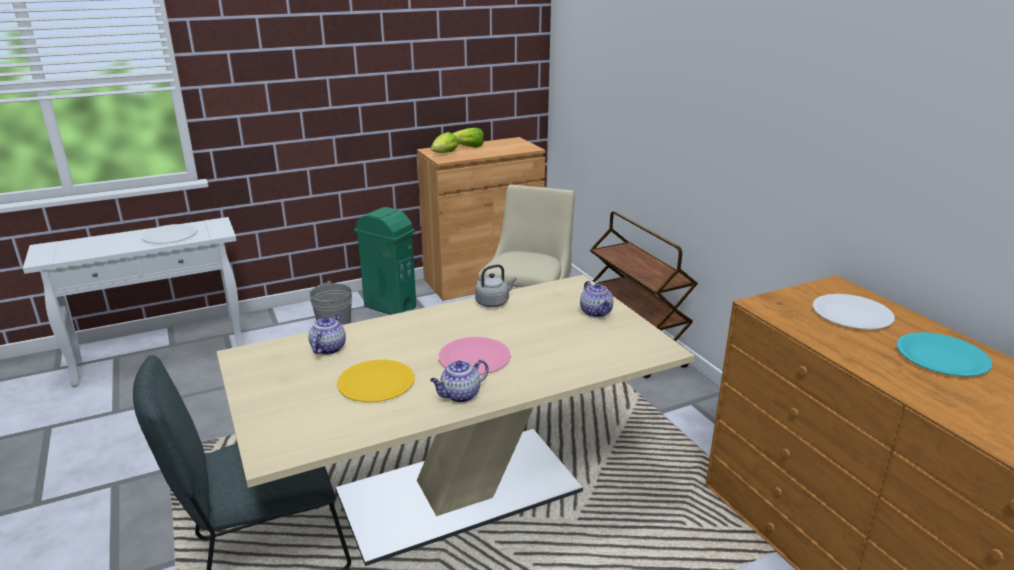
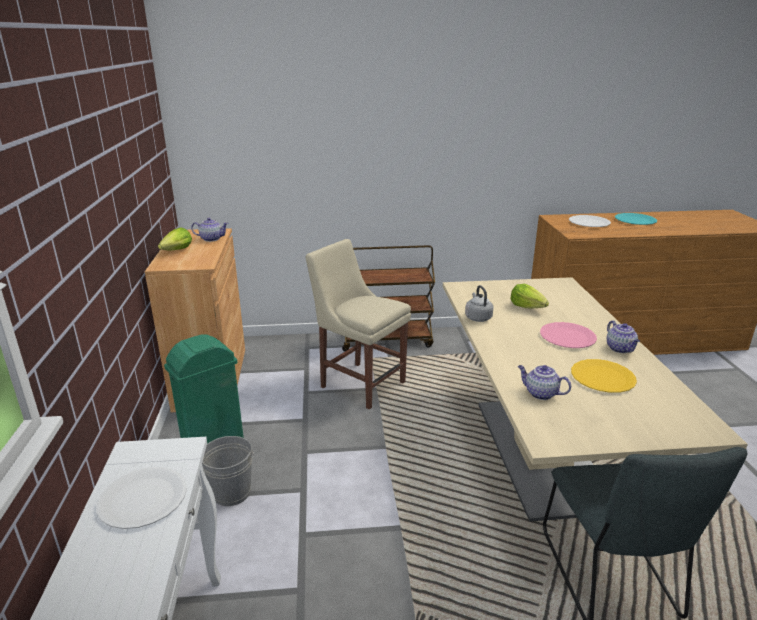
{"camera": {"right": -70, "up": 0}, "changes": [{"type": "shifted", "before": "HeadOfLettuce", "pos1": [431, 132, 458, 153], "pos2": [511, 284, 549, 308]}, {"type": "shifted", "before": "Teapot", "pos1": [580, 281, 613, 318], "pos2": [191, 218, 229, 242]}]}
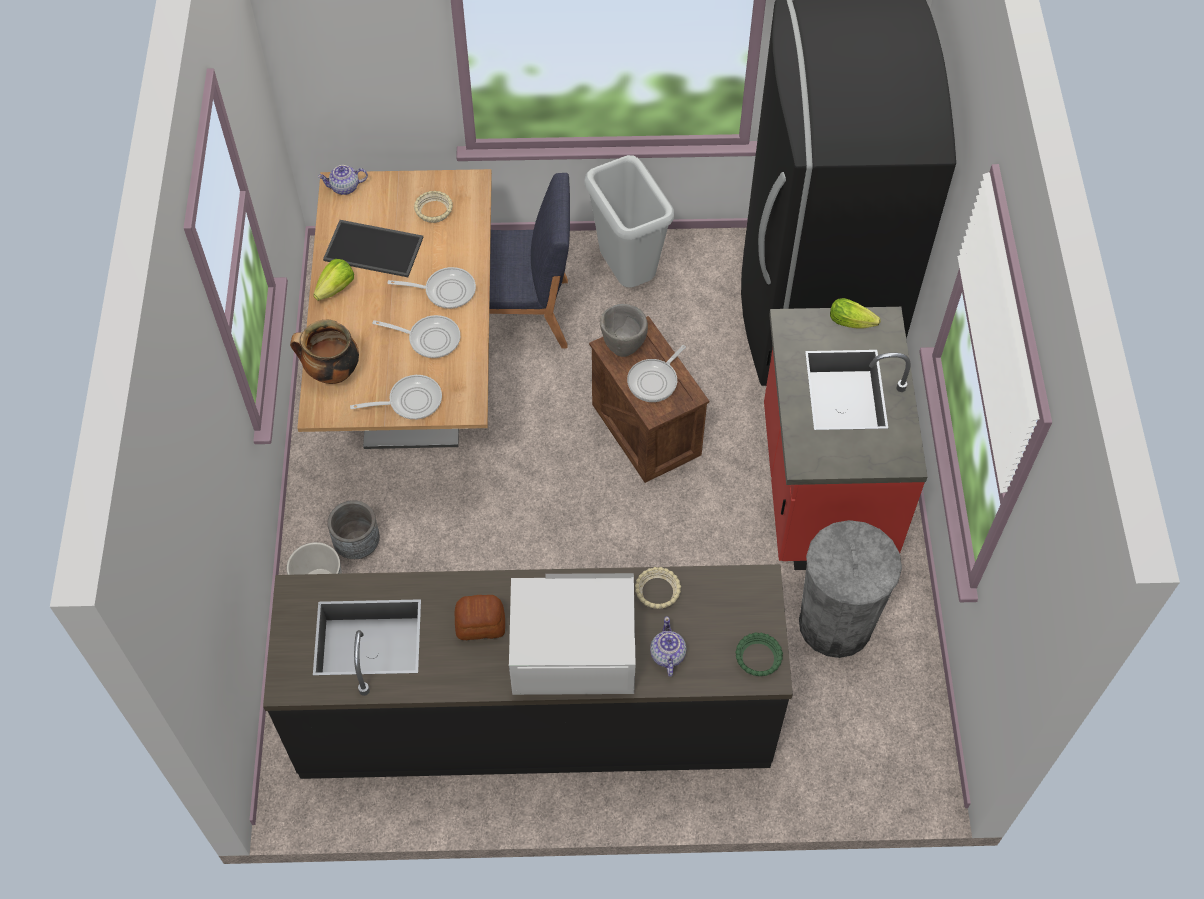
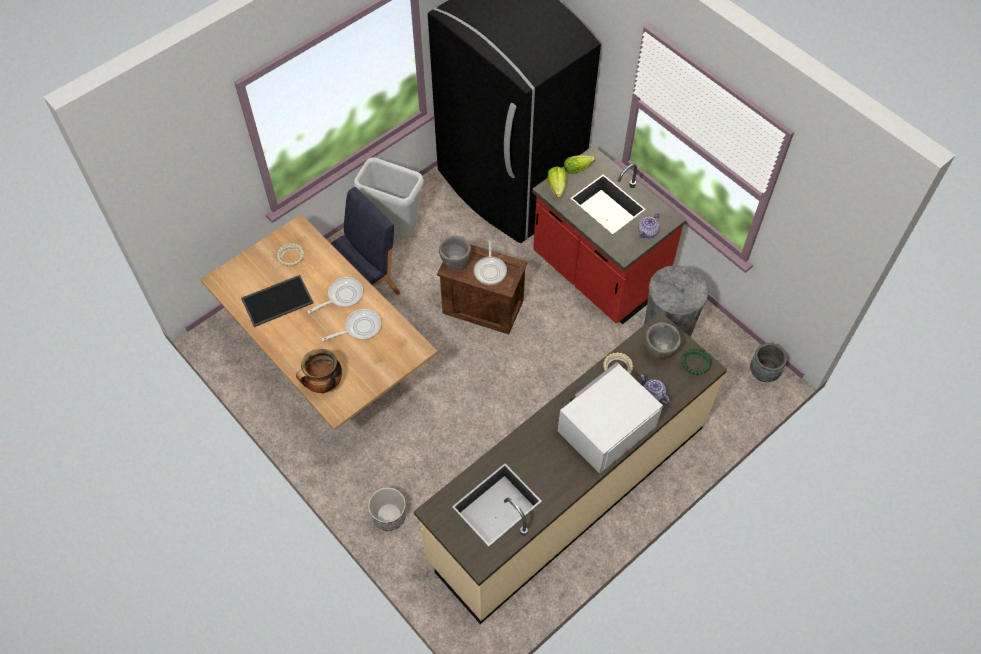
{"camera": {"right": -40, "up": 0}, "changes": [{"type": "shifted", "before": "Teapot", "pos1": [318, 165, 368, 195], "pos2": [638, 213, 660, 238]}, {"type": "shifted", "before": "HeadOfLettuce", "pos1": [313, 259, 354, 301], "pos2": [547, 167, 567, 198]}, {"type": "gone", "before": "Skillet", "pos1": [350, 375, 442, 420]}, {"type": "shifted", "before": "GreyPlantPot", "pos1": [327, 500, 380, 559], "pos2": [750, 343, 787, 382]}, {"type": "repainted", "before": "BlackishKitchenCounter", "after": "BeigeKitchenCounter", "pos1": [263, 564, 793, 779], "pos2": [414, 312, 727, 624]}, {"type": "gone", "before": "BakeryBread", "pos1": [455, 595, 505, 640]}, {"type": "new", "after": "GreyBowl", "pos2": [645, 322, 681, 359]}]}
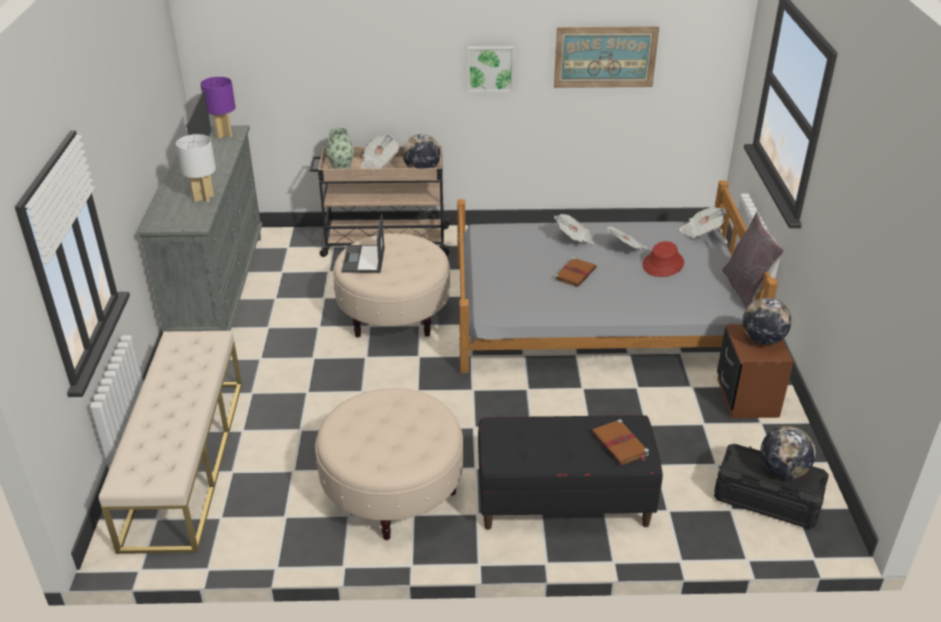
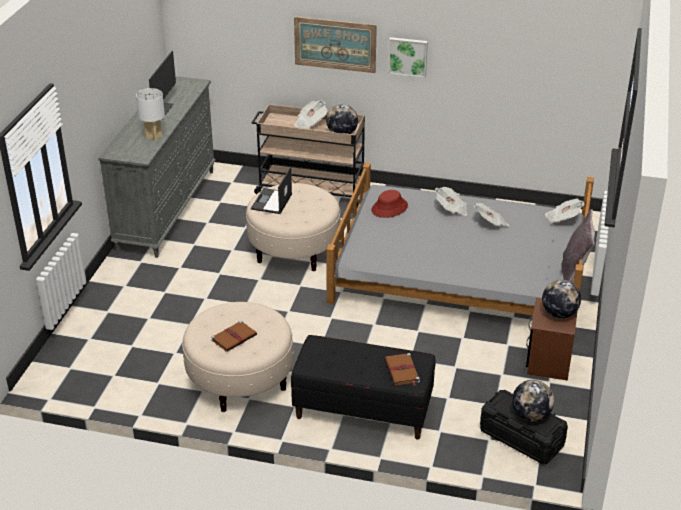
{"camera": {"right": 15, "up": 0}, "changes": [{"type": "shifted", "before": "WallArt", "pos1": [554, 26, 659, 88], "pos2": [294, 17, 377, 73]}, {"type": "gone", "before": "PurpleTabletopLamp", "pos1": [200, 77, 235, 139]}, {"type": "gone", "before": "Vase", "pos1": [326, 128, 354, 169]}, {"type": "shifted", "before": "RedColouredWearableHat", "pos1": [642, 241, 684, 277], "pos2": [371, 190, 408, 218]}, {"type": "shifted", "before": "BrownColouredBoundBook", "pos1": [554, 257, 597, 287], "pos2": [211, 320, 257, 352]}, {"type": "gone", "before": "BeigeLongSeat", "pos1": [99, 331, 242, 554]}]}
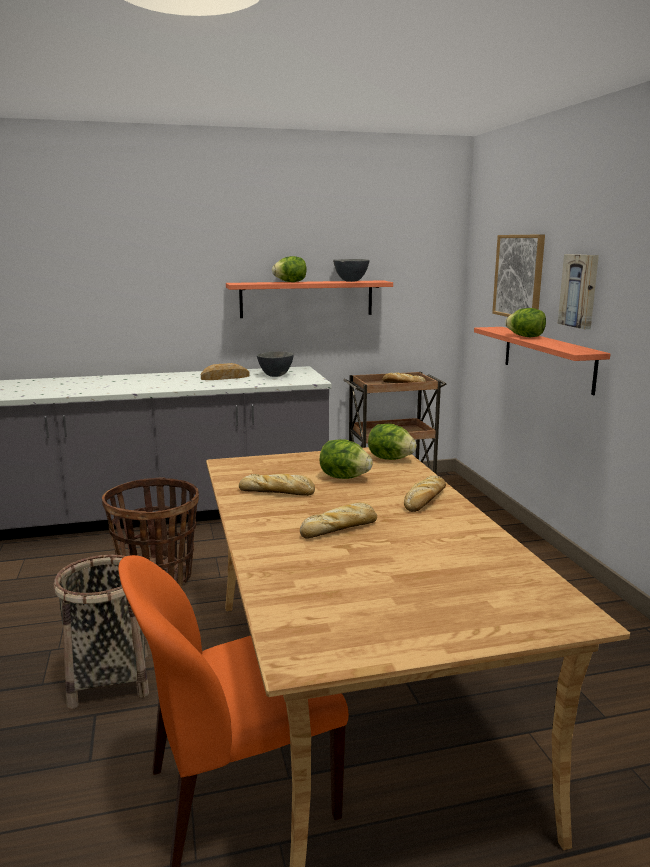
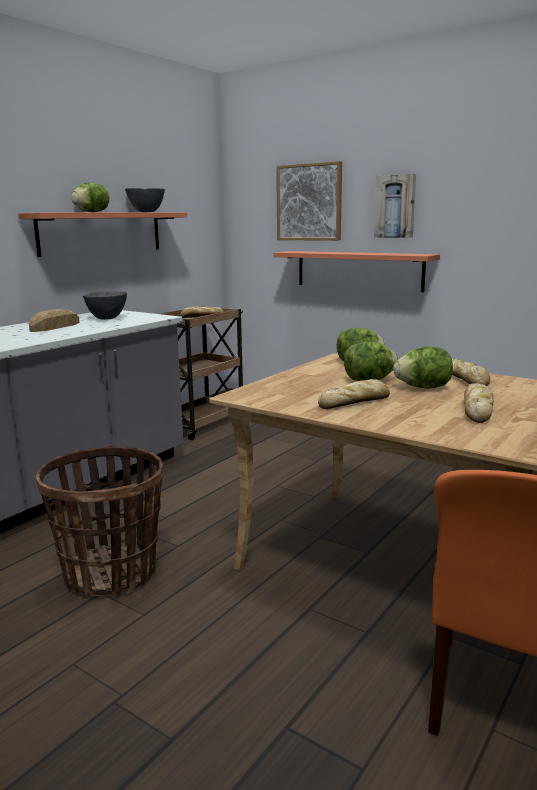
{"camera": {"right": -40, "up": 0}, "changes": [{"type": "shifted", "before": "HeadOfLettuce", "pos1": [505, 308, 546, 337], "pos2": [393, 347, 453, 389]}, {"type": "gone", "before": "Basket", "pos1": [54, 555, 149, 709]}]}
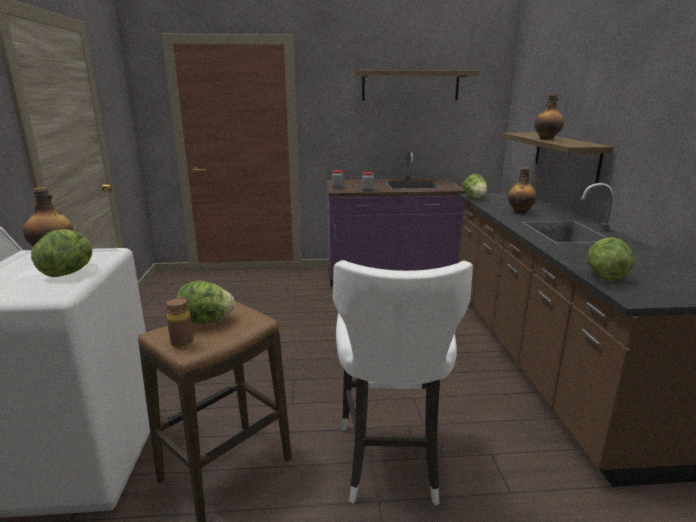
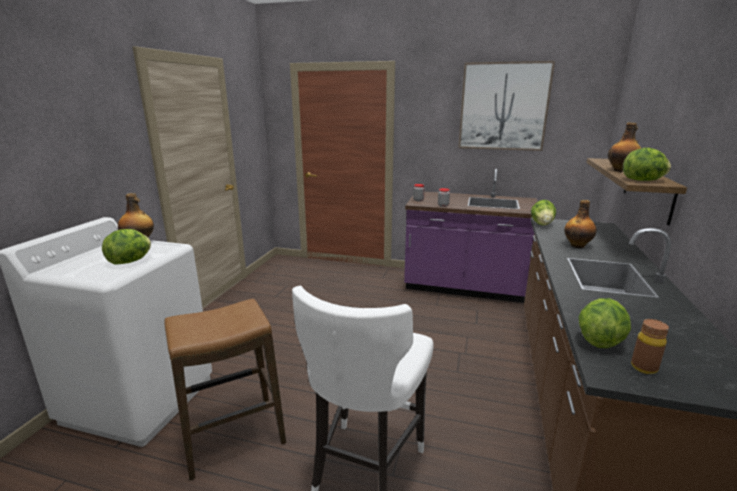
{"camera": {"right": 20, "up": 0}, "changes": [{"type": "swapped", "before": "BracketShelf", "after": "WallArt", "pos1": [352, 70, 480, 100], "pos2": [458, 61, 555, 151]}, {"type": "shifted", "before": "HeadOfLettuce", "pos1": [177, 280, 235, 324], "pos2": [623, 148, 671, 181]}, {"type": "shifted", "before": "BrownColouredBeverageBottle", "pos1": [166, 297, 194, 349], "pos2": [631, 319, 669, 374]}]}
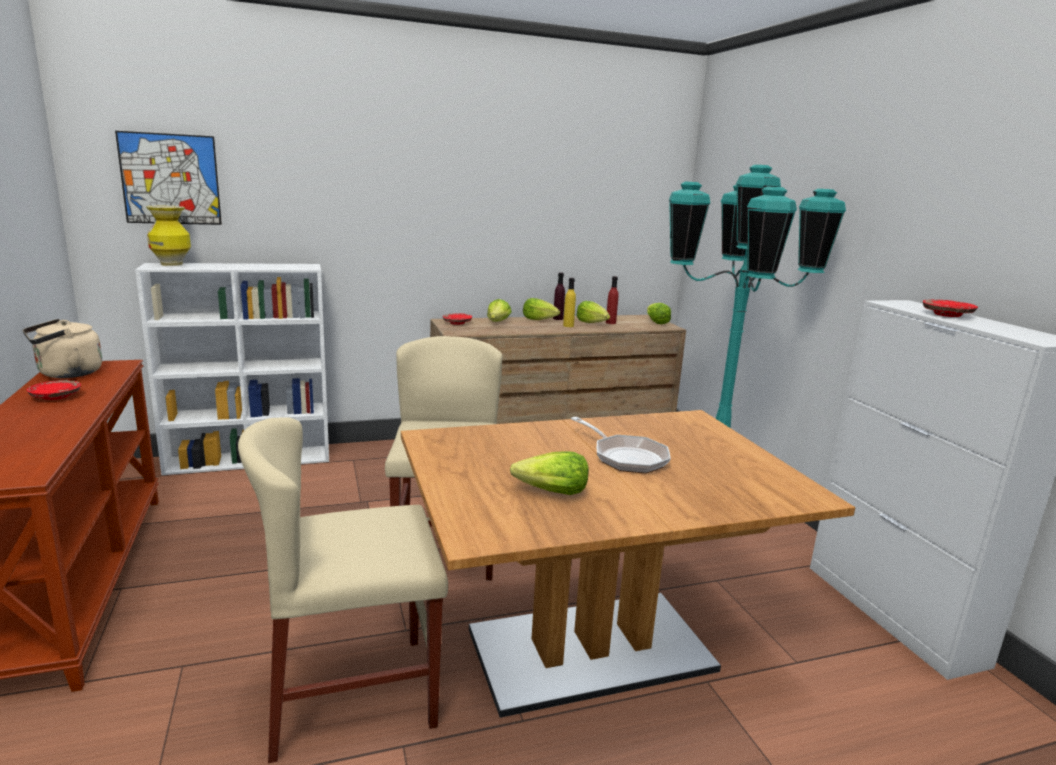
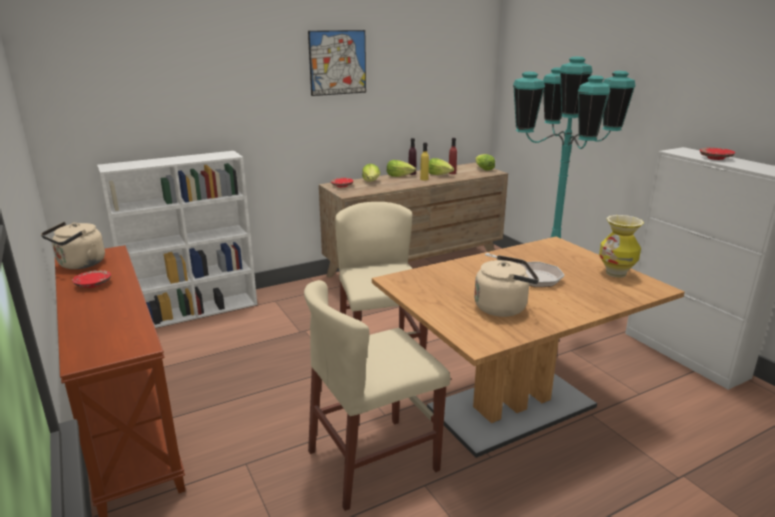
{"camera": {"right": -10, "up": 5}, "changes": [{"type": "shifted", "before": "WallArt", "pos1": [115, 131, 222, 225], "pos2": [308, 30, 366, 96]}, {"type": "shifted", "before": "Vase", "pos1": [146, 206, 191, 266], "pos2": [599, 215, 644, 278]}, {"type": "swapped", "before": "HeadOfLettuce", "after": "BeigeKettle", "pos1": [510, 451, 589, 495], "pos2": [474, 255, 539, 317]}]}
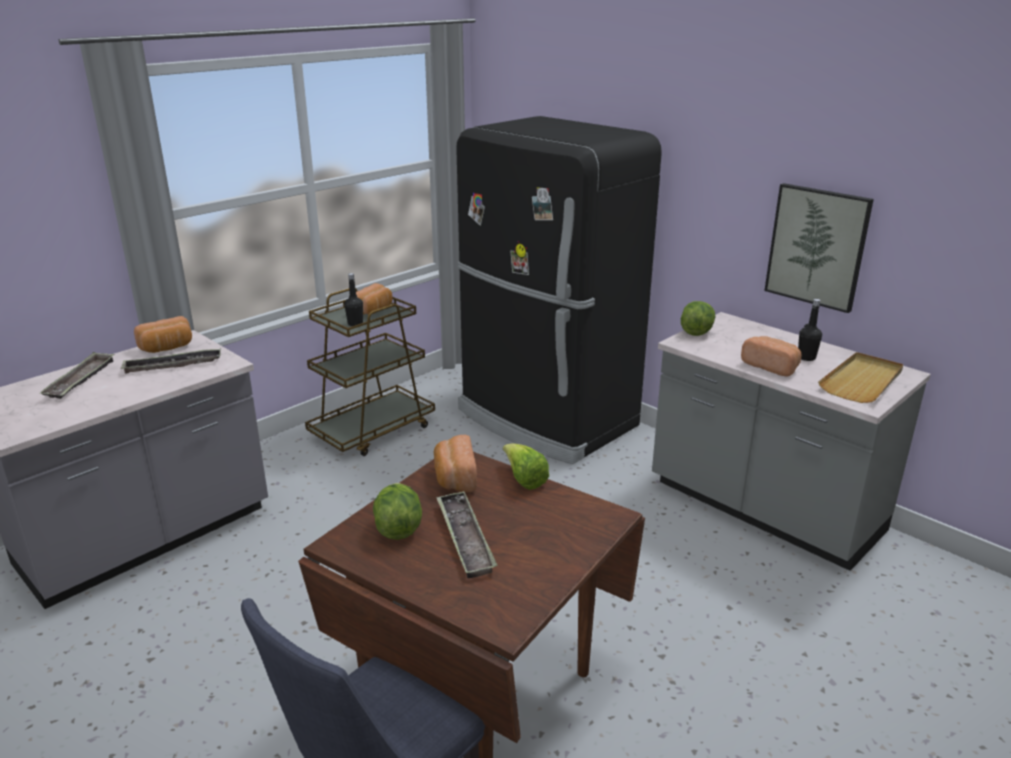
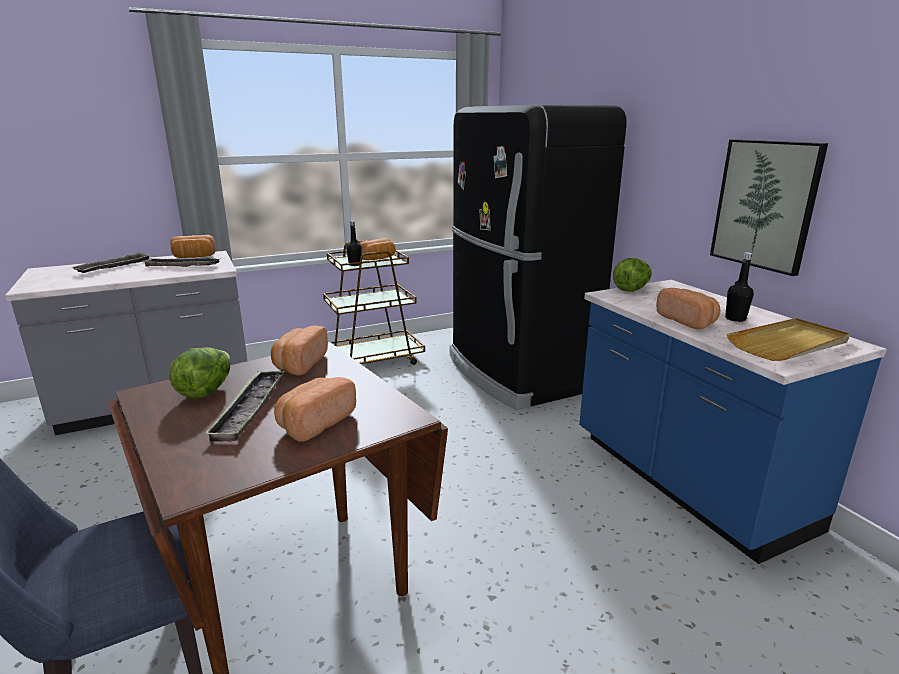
{"camera": {"right": 20, "up": -5}, "changes": [{"type": "repainted", "before": "GreyKitchenCounter", "after": "BlueKitchenCounter", "pos1": [652, 312, 931, 571], "pos2": [579, 280, 887, 564]}, {"type": "gone", "before": "HeadOfLettuce", "pos1": [503, 444, 549, 490]}, {"type": "new", "after": "BakeryBread", "pos2": [274, 377, 356, 442]}]}
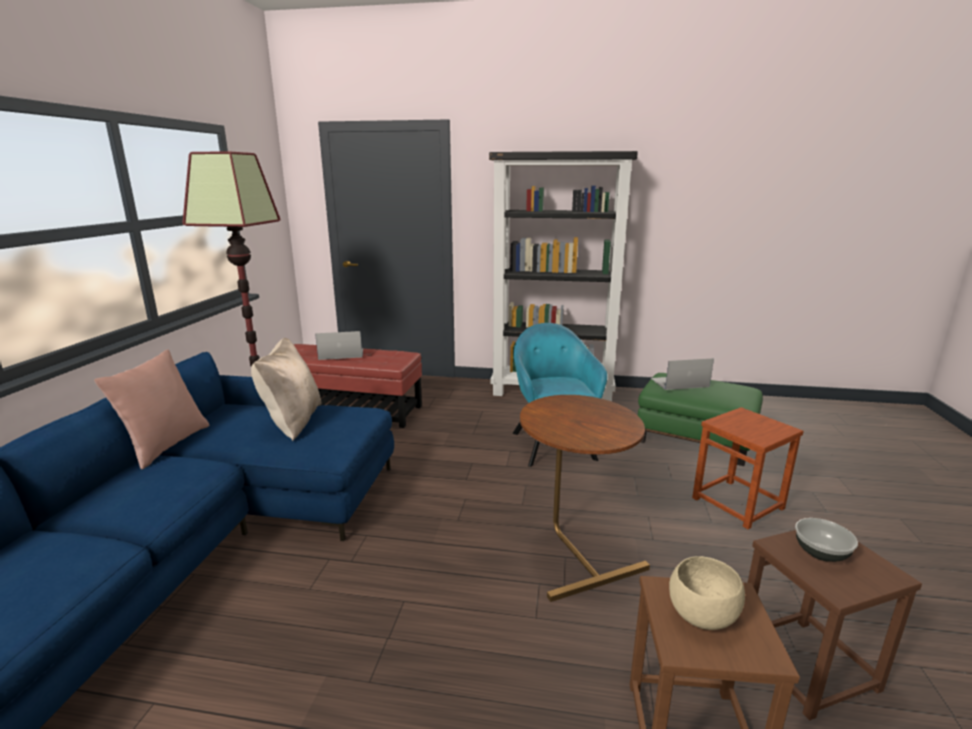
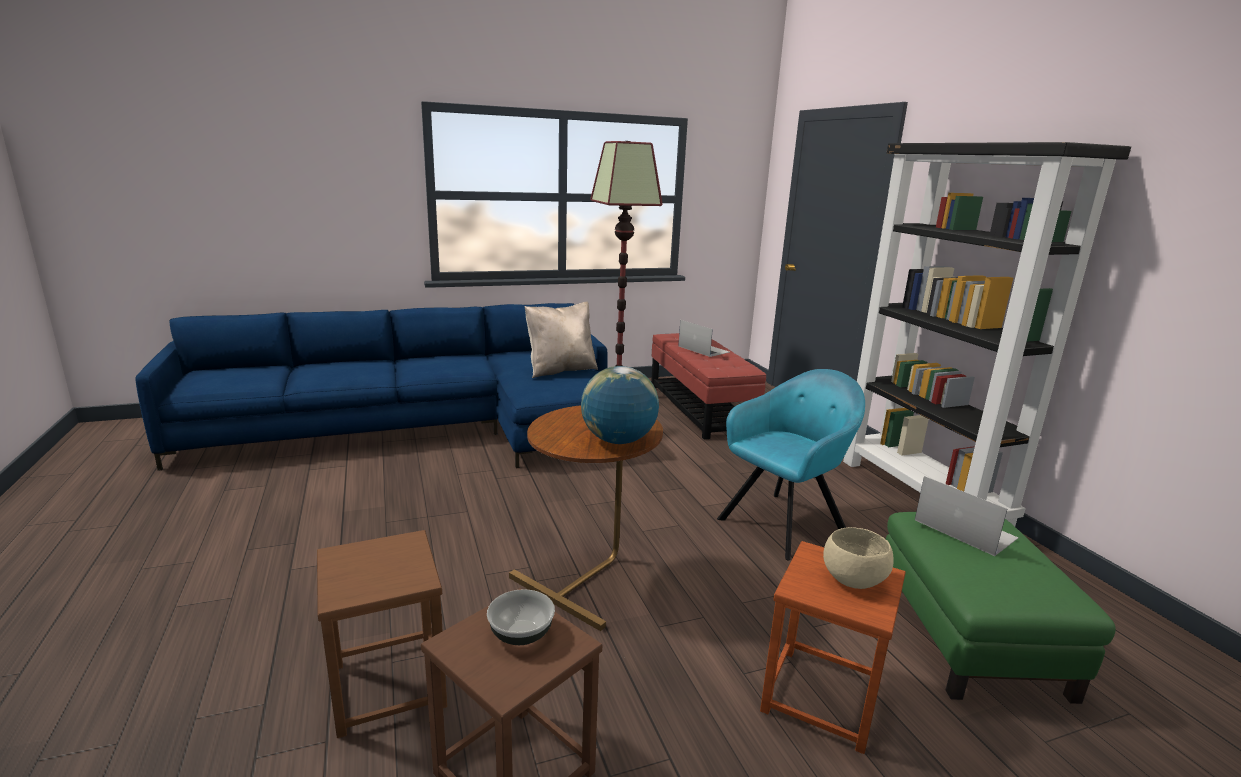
{"camera": {"right": 60, "up": 0}, "changes": [{"type": "gone", "before": "PinkishThrowPillow", "pos1": [94, 349, 209, 469]}, {"type": "shifted", "before": "BeigeBowl", "pos1": [669, 556, 745, 630], "pos2": [823, 527, 894, 589]}, {"type": "new", "after": "Globe", "pos2": [581, 366, 659, 444]}]}
